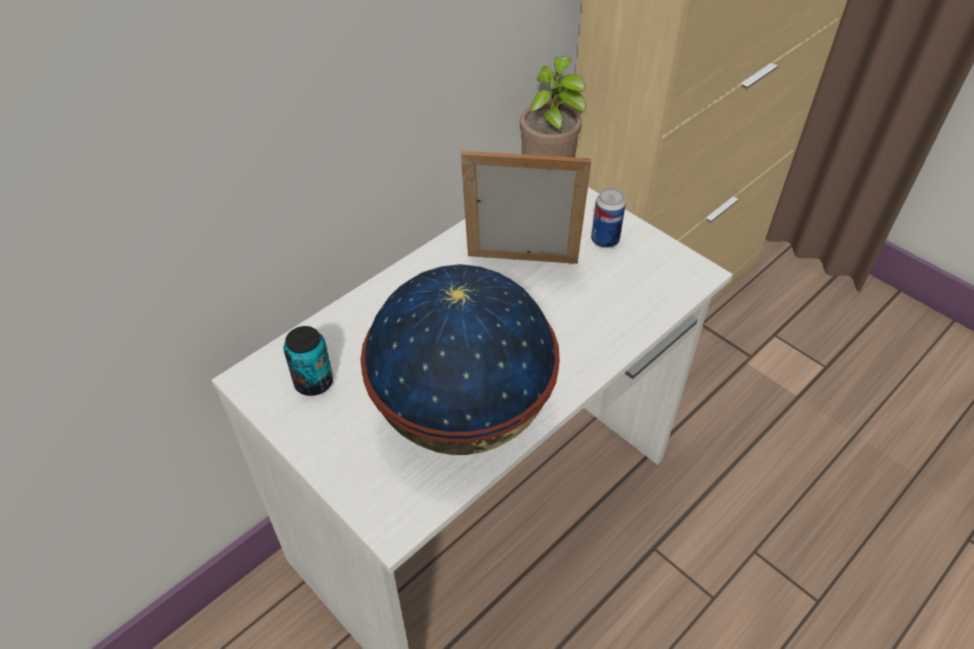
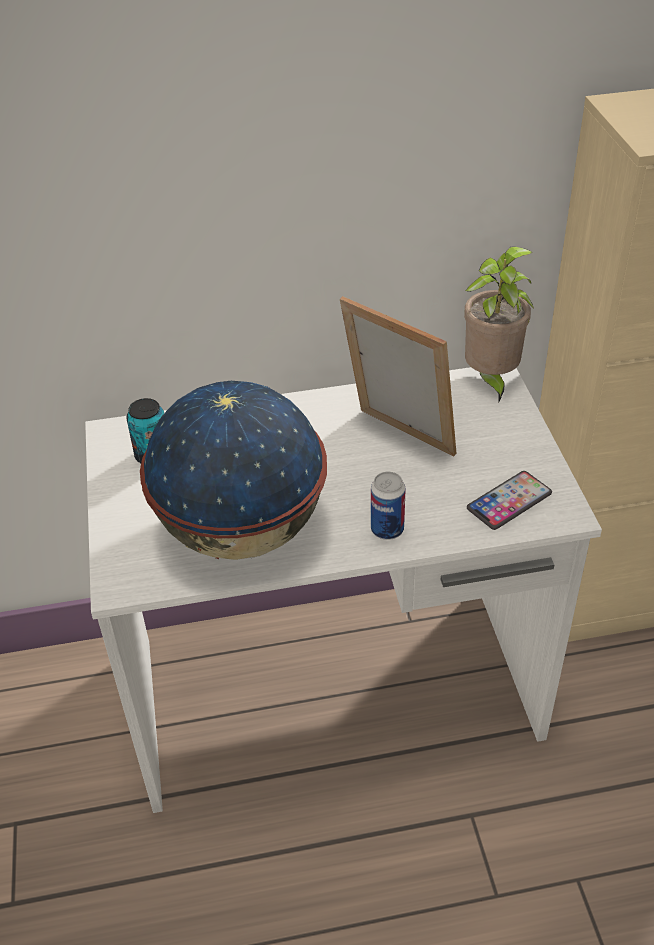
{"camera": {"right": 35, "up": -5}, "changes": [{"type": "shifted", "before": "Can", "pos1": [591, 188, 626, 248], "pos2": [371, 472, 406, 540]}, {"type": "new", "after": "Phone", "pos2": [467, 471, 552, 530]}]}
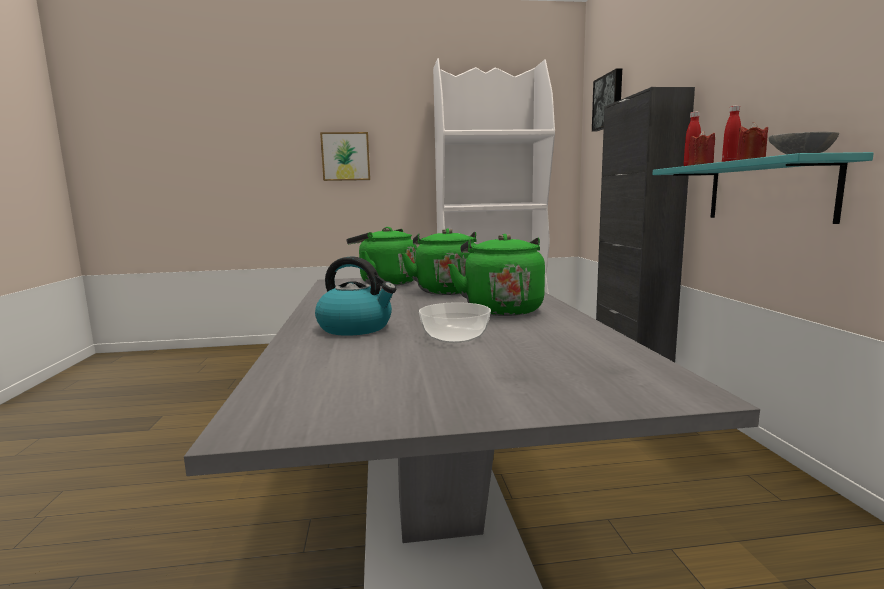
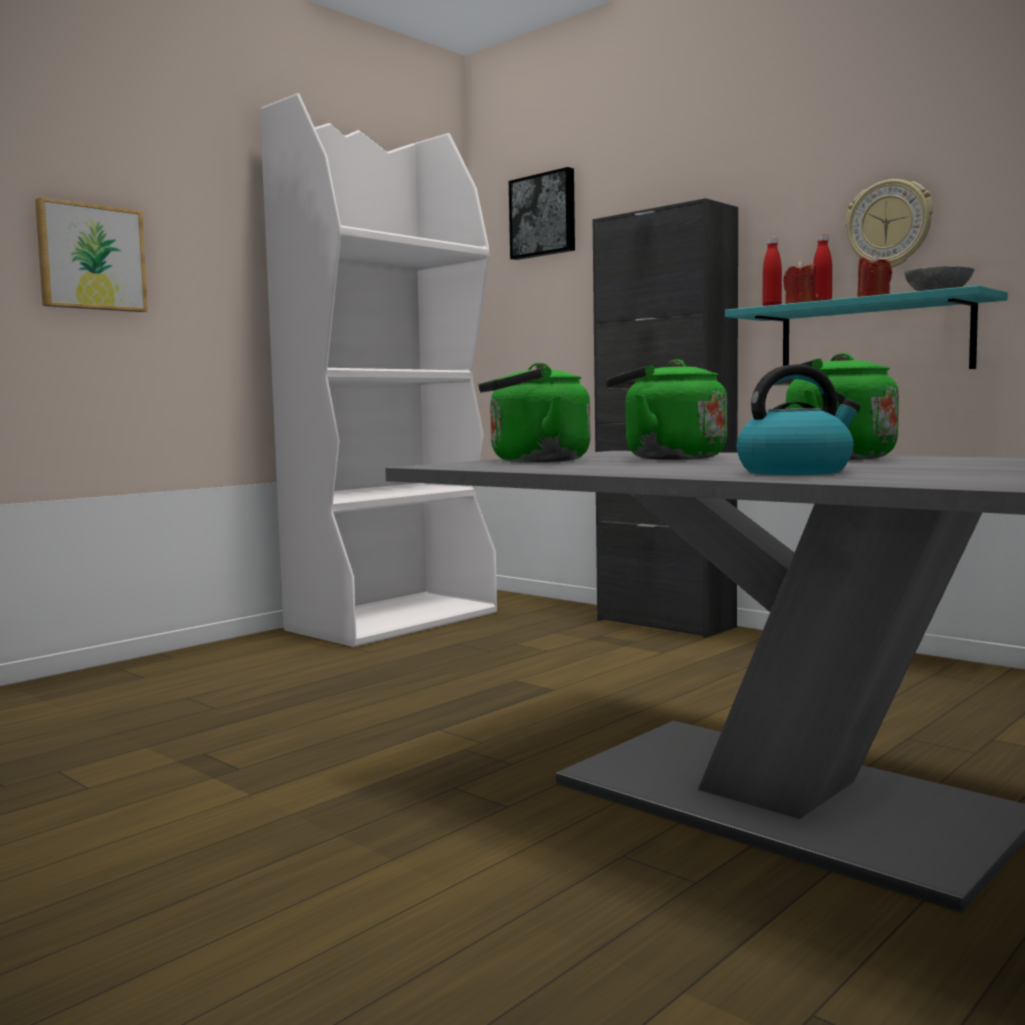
{"camera": {"right": -40, "up": -5}, "changes": [{"type": "gone", "before": "Bowl", "pos1": [419, 302, 491, 343]}, {"type": "new", "after": "WallClock", "pos2": [845, 179, 933, 268]}]}
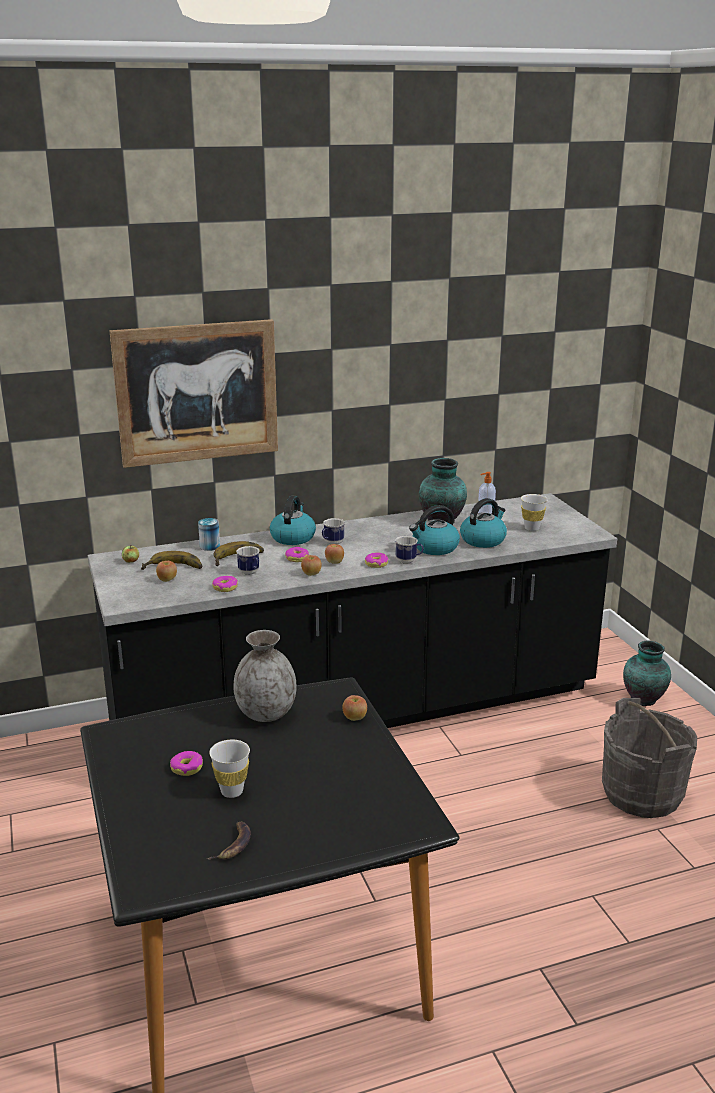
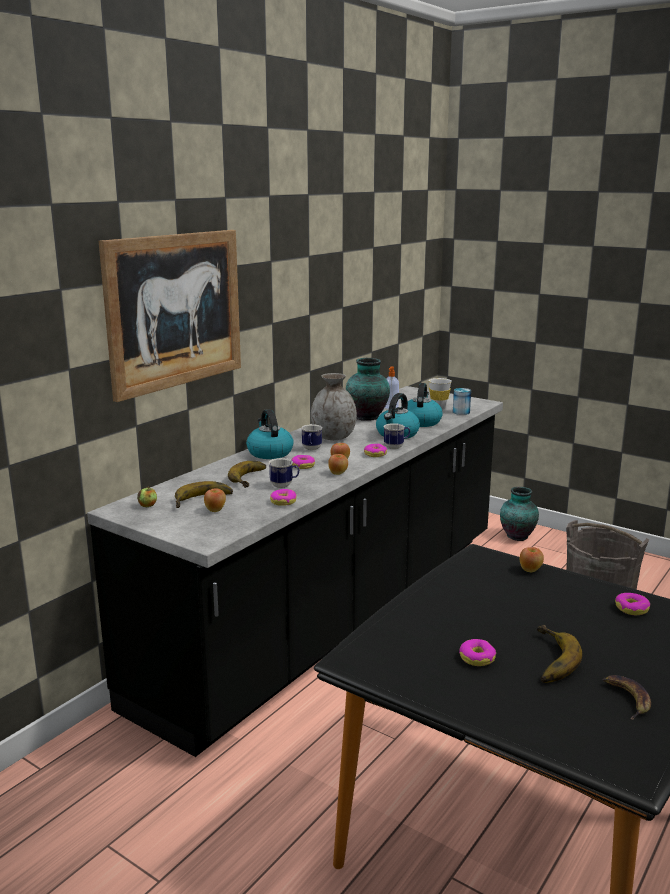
{"camera": {"right": -35, "up": -5}, "changes": [{"type": "shifted", "before": "Can", "pos1": [198, 518, 220, 551], "pos2": [453, 388, 471, 415]}, {"type": "shifted", "before": "GreyVase", "pos1": [233, 630, 297, 722], "pos2": [311, 373, 357, 440]}, {"type": "swapped", "before": "WhiteCup", "after": "WholeBanana", "pos1": [209, 740, 250, 798], "pos2": [537, 625, 582, 683]}, {"type": "new", "after": "RingDoughnut", "pos2": [615, 593, 650, 615]}]}
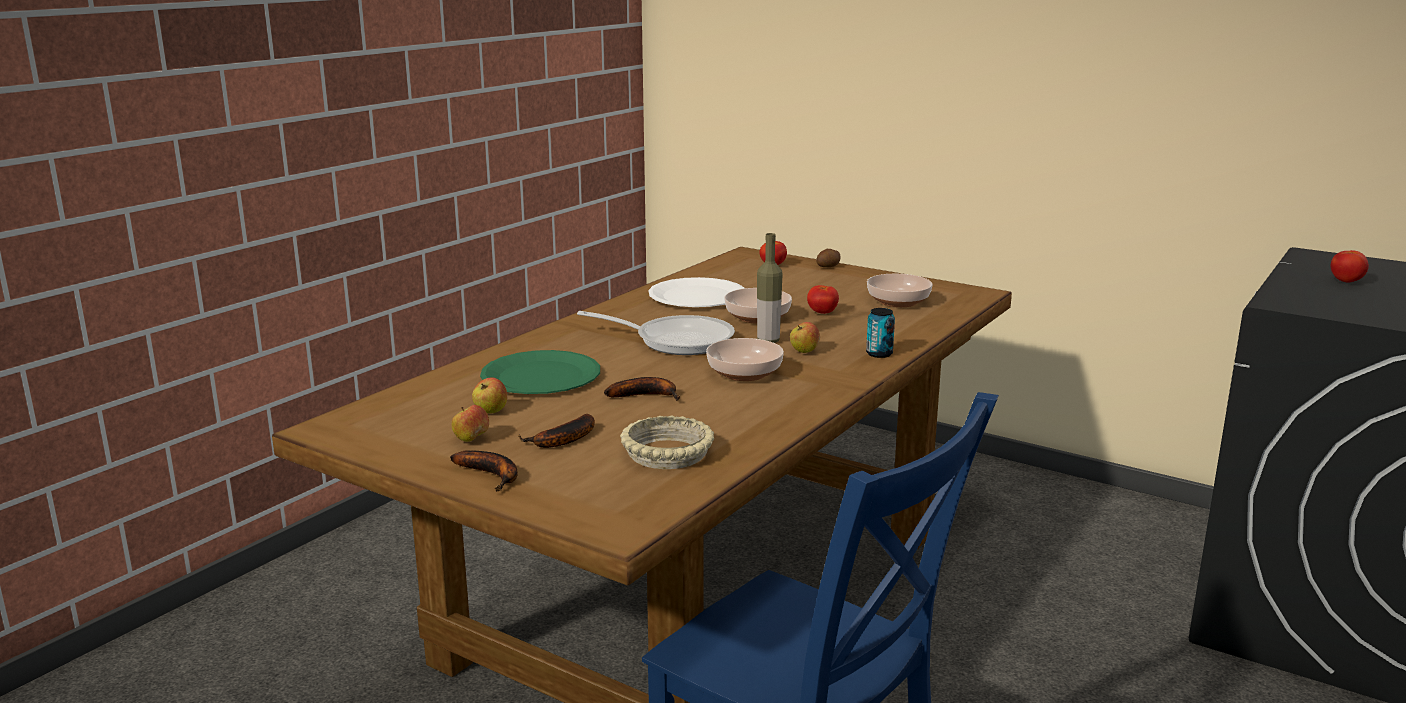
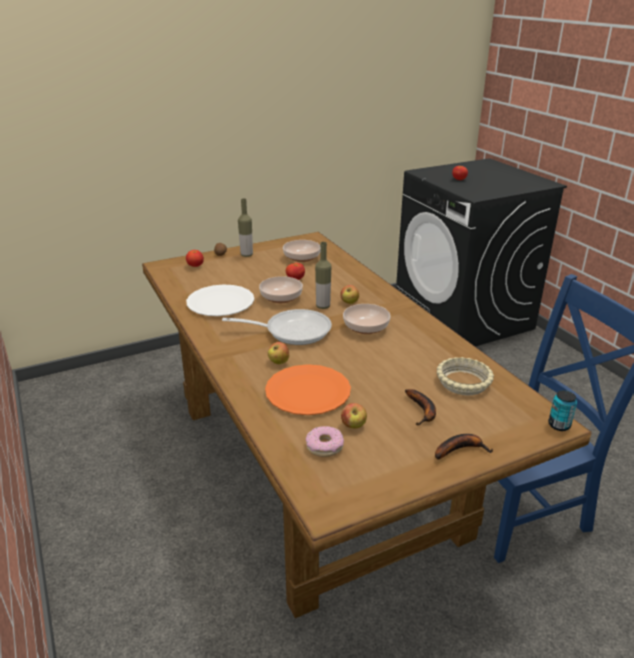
{"camera": {"right": -60, "up": 10}, "changes": [{"type": "shifted", "before": "Can", "pos1": [866, 308, 895, 358], "pos2": [548, 390, 577, 431]}, {"type": "rotated", "before": "Skillet", "pos1": [577, 311, 735, 355], "pos2": [222, 309, 332, 345], "turn": 45}, {"type": "repainted", "before": "GreenDinnerPlate", "after": "OrangeColouredDinnerPlate", "pos1": [480, 350, 600, 394], "pos2": [265, 364, 351, 415]}, {"type": "gone", "before": "WholeBanana", "pos1": [604, 377, 680, 401]}, {"type": "shifted", "before": "Apple", "pos1": [452, 405, 489, 442], "pos2": [268, 342, 289, 364]}, {"type": "new", "after": "BeverageBottle", "pos2": [238, 198, 253, 257]}, {"type": "new", "after": "RingDoughnut", "pos2": [305, 426, 344, 457]}]}
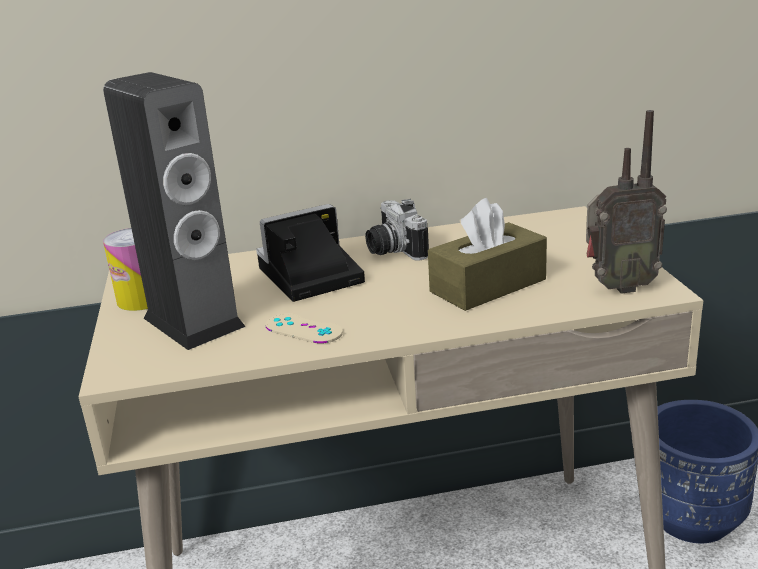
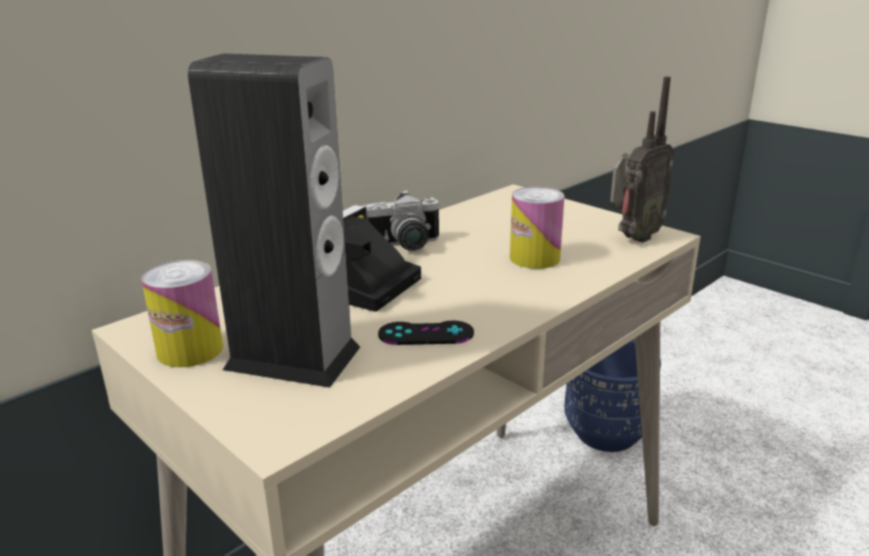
{"camera": {"right": -35, "up": 0}, "changes": [{"type": "swapped", "before": "BrownColouredBoxOfTissues", "after": "Can", "pos1": [428, 198, 547, 311], "pos2": [510, 187, 565, 269]}, {"type": "rotated", "before": "PhotoCamera", "pos1": [365, 199, 429, 261], "pos2": [363, 189, 439, 251], "turn": -45}, {"type": "repainted", "before": "BeigeGamepad", "after": "BlackishGamepad", "pos1": [265, 313, 343, 344], "pos2": [378, 320, 474, 345]}]}
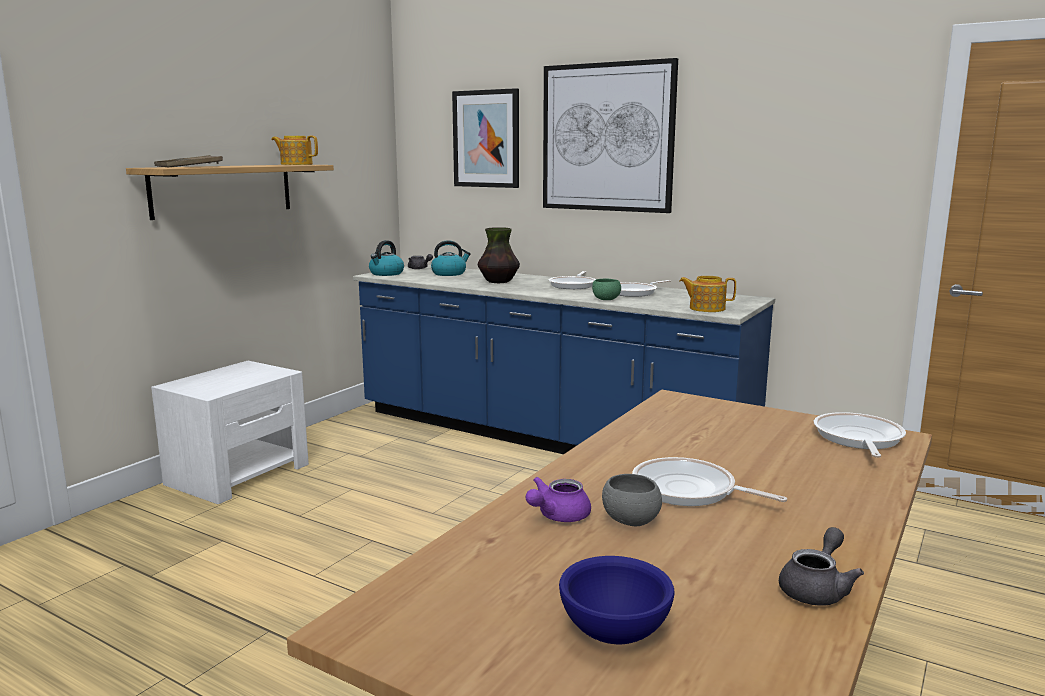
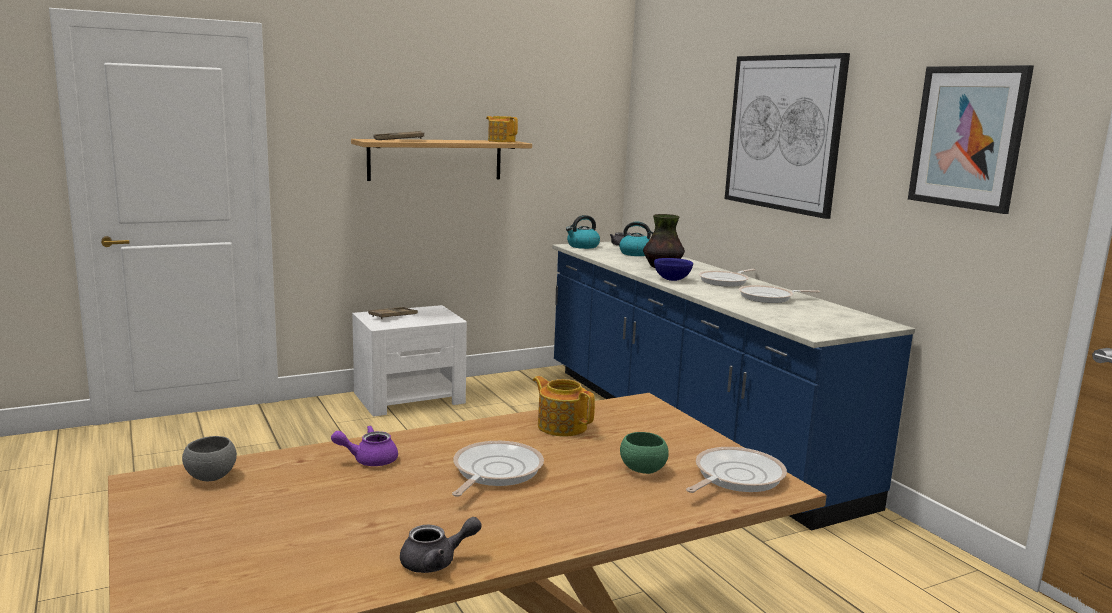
{"camera": {"right": 30, "up": 0}, "changes": [{"type": "shifted", "before": "WallArt", "pos1": [452, 88, 519, 188], "pos2": [908, 65, 1034, 214]}, {"type": "shifted", "before": "Teapot", "pos1": [679, 276, 736, 312], "pos2": [533, 376, 595, 436]}, {"type": "shifted", "before": "GreenBowl", "pos1": [592, 279, 621, 300], "pos2": [620, 432, 669, 474]}, {"type": "rotated", "before": "Skillet", "pos1": [632, 457, 787, 506], "pos2": [452, 441, 544, 497], "turn": 45}, {"type": "shifted", "before": "GreyBowl", "pos1": [602, 474, 662, 526], "pos2": [182, 436, 237, 481]}, {"type": "shifted", "before": "BlueBowl", "pos1": [559, 556, 675, 644], "pos2": [654, 258, 693, 281]}, {"type": "new", "after": "BrownColouredTray", "pos2": [368, 307, 418, 319]}]}
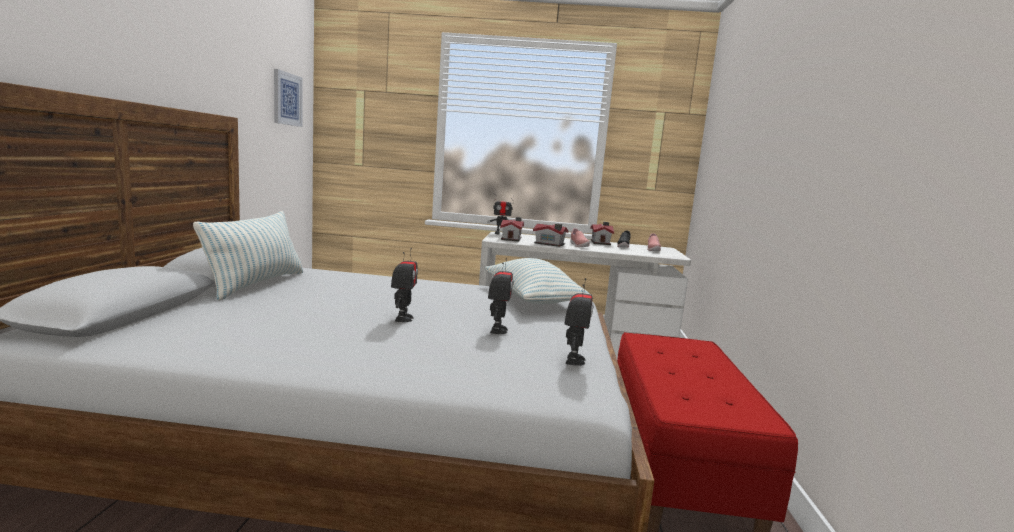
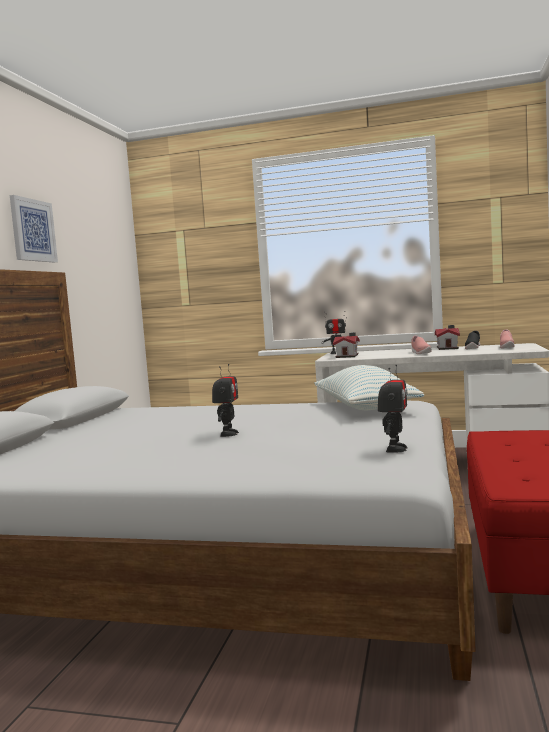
{"camera": {"right": 10, "up": -5}, "changes": [{"type": "shifted", "before": "WallArt", "pos1": [274, 69, 303, 127], "pos2": [10, 195, 58, 262]}, {"type": "gone", "before": "ThrowPillow", "pos1": [193, 211, 303, 301]}, {"type": "gone", "before": "ToyHouse", "pos1": [533, 223, 568, 247]}, {"type": "gone", "before": "RobotFigure", "pos1": [488, 258, 514, 334]}]}
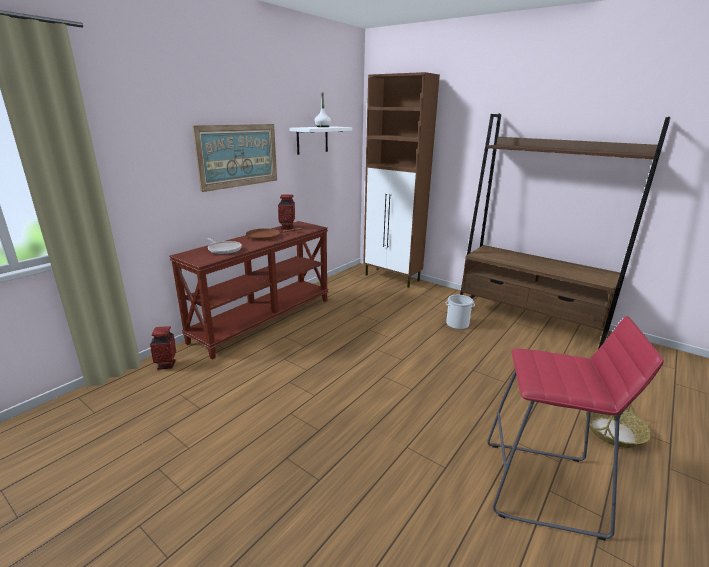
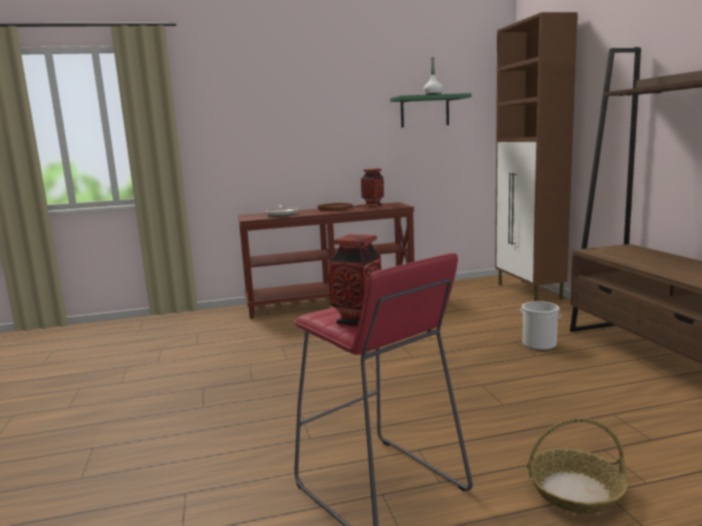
{"camera": {"right": 40, "up": -10}, "changes": [{"type": "gone", "before": "WallArt", "pos1": [192, 124, 277, 192]}, {"type": "repainted", "before": "WhiteBracketShelf", "after": "GreenBracketShelf", "pos1": [290, 126, 353, 155], "pos2": [390, 93, 472, 127]}, {"type": "shifted", "before": "Vase", "pos1": [150, 326, 176, 370], "pos2": [328, 234, 381, 327]}]}
